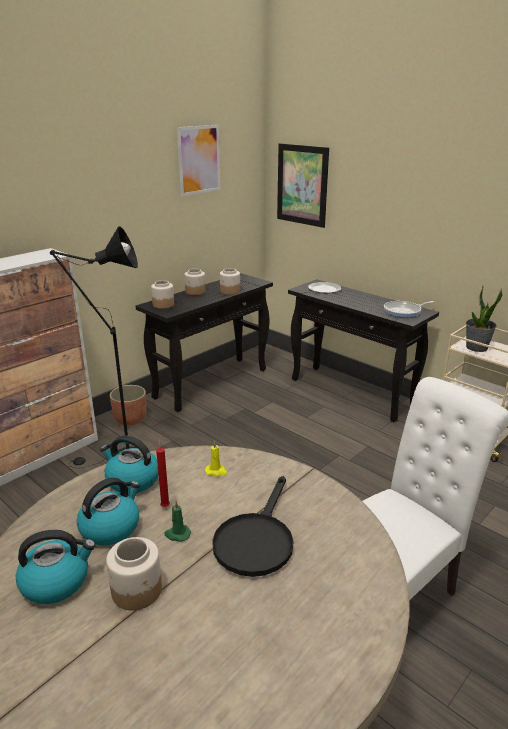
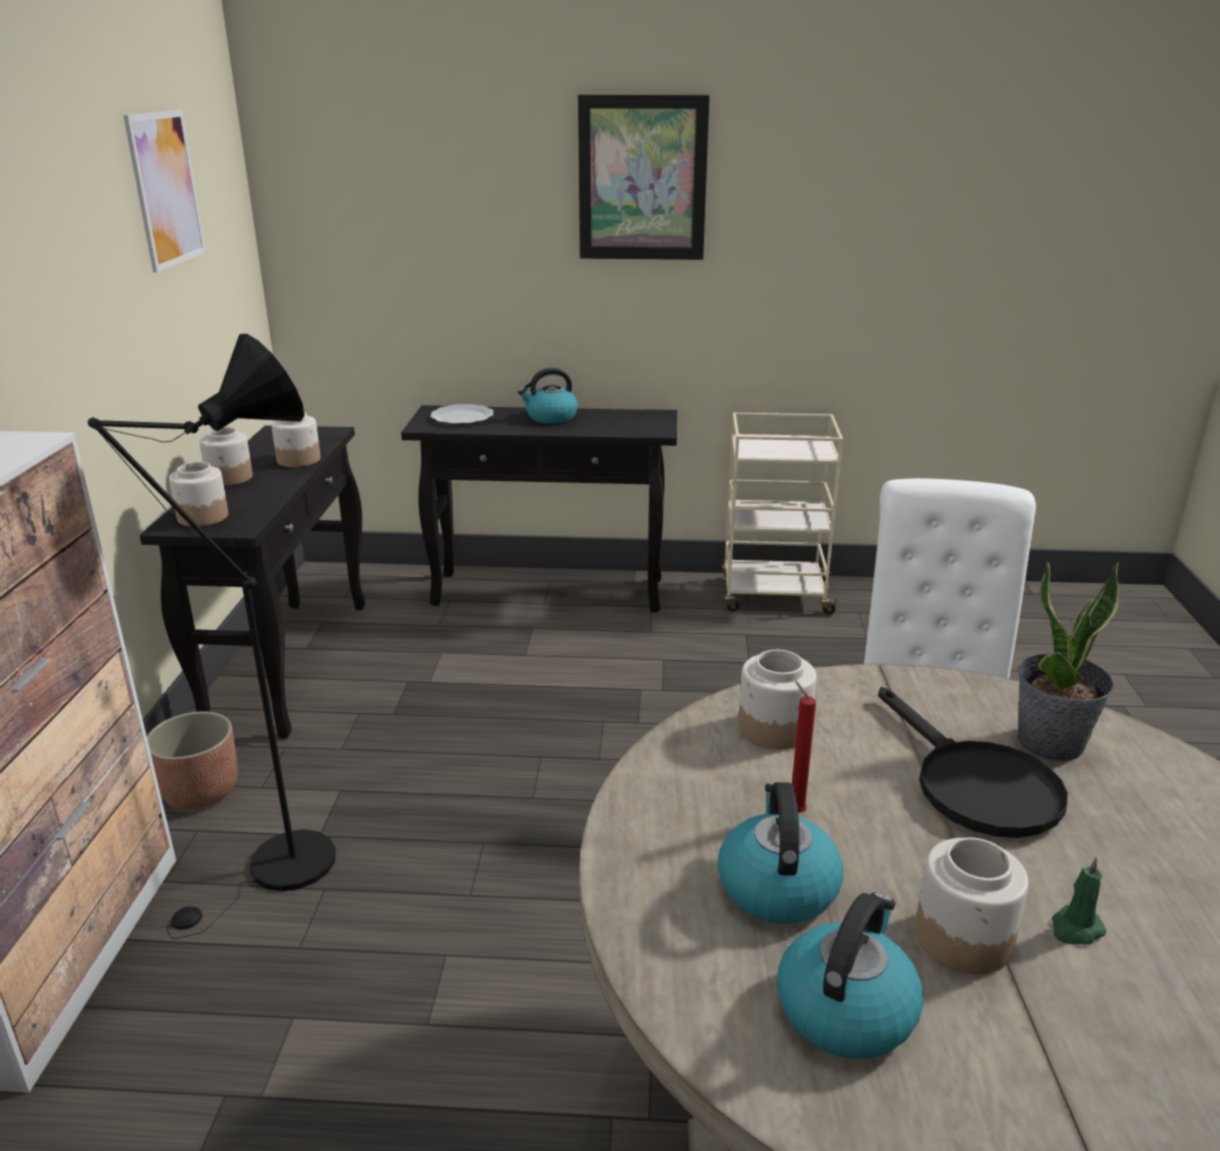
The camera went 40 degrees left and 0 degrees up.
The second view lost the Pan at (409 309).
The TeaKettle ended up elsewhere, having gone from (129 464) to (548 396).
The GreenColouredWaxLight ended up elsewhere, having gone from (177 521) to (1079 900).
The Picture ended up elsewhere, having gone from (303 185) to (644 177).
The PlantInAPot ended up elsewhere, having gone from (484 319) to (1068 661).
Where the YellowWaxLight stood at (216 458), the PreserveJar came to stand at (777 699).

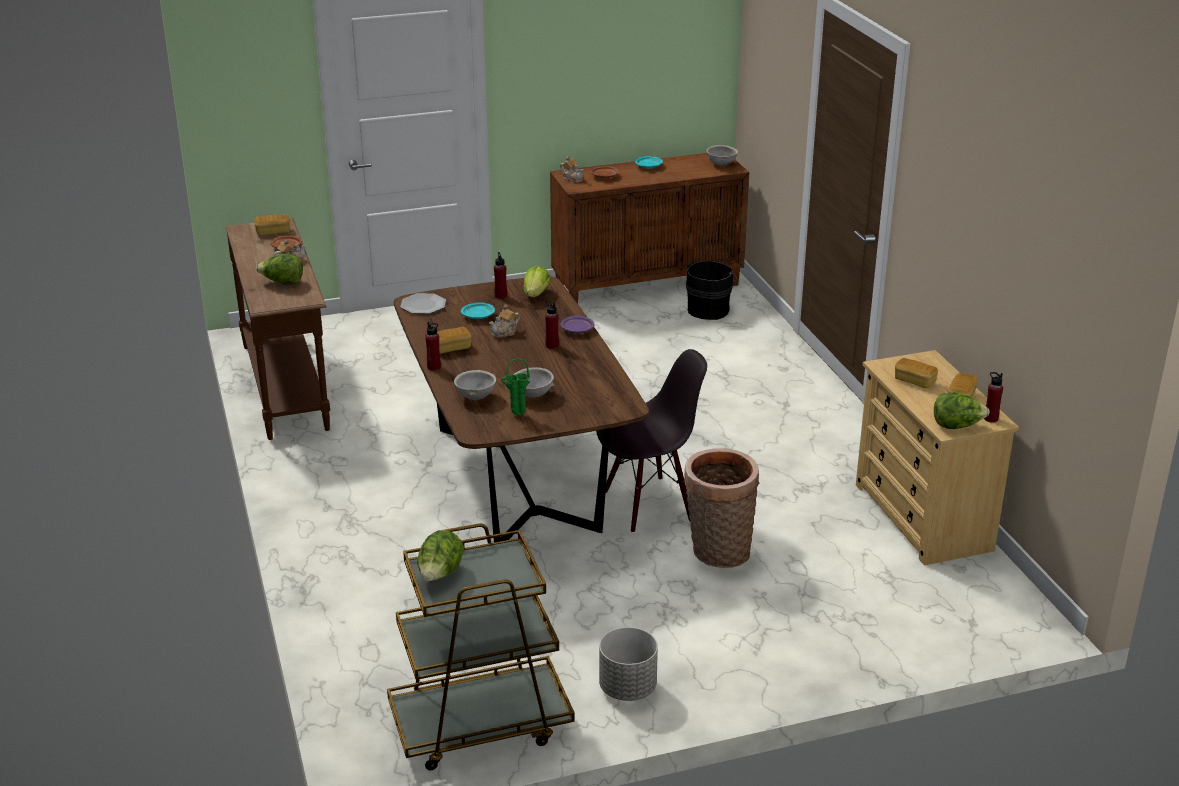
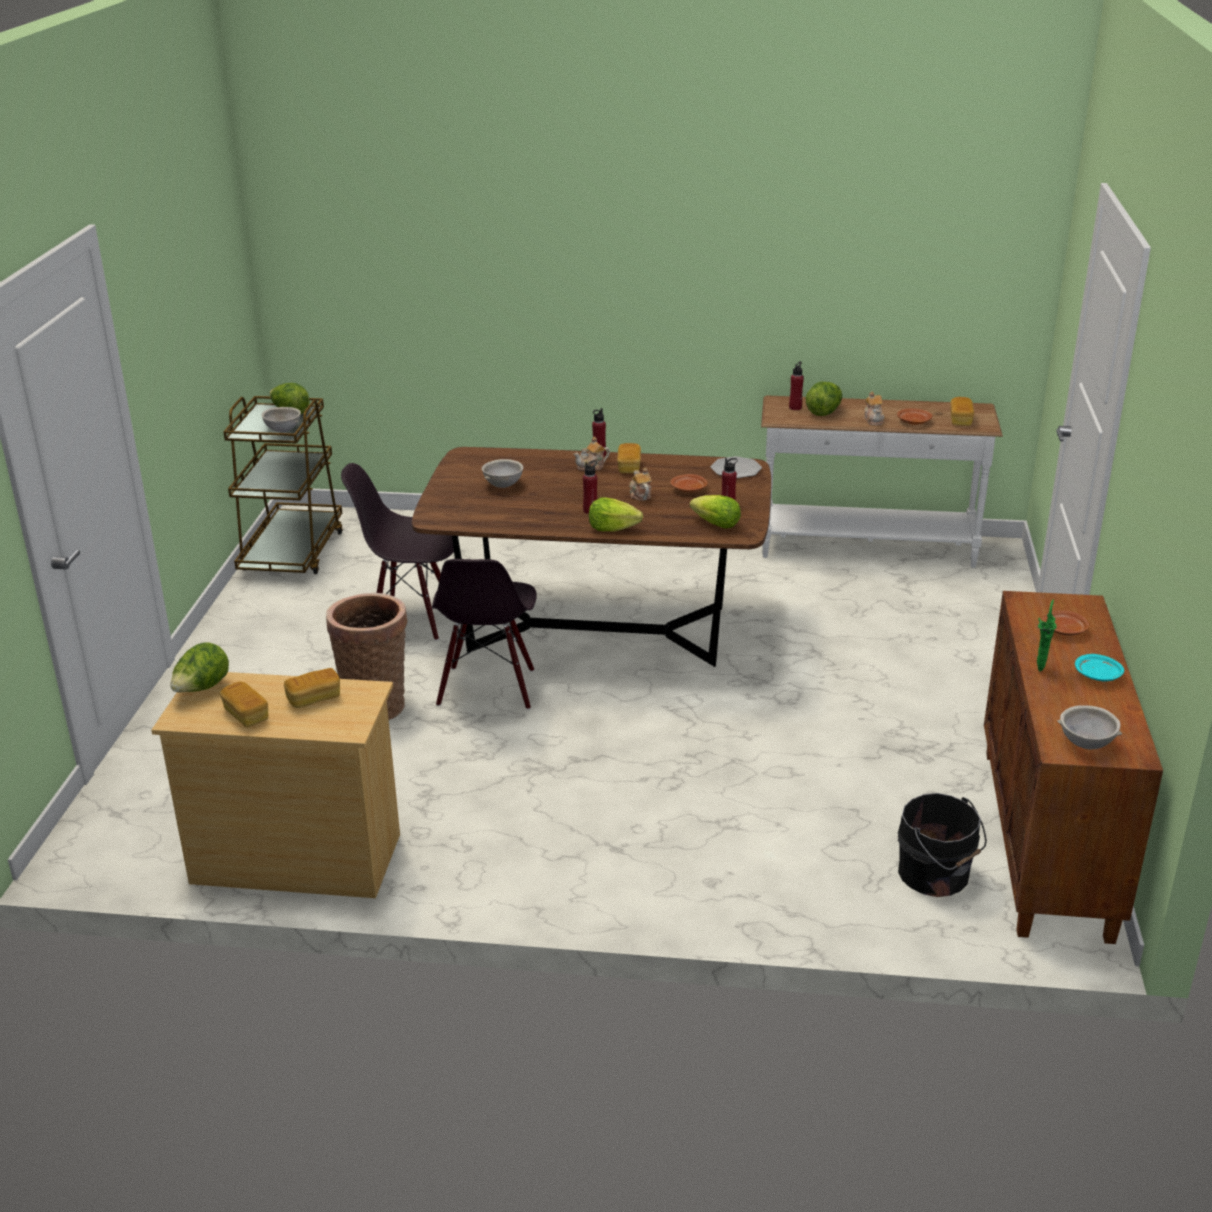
The camera went 115 degrees right and 0 degrees up.
The second view lost the GreyishFlowerPot at (628 664).
The second view gained the BlackUprightChair at (397 552).
The GreyishDeepDish ended up elsewhere, having gone from (475 385) to (281 419).
The GreenColouredVase ended up elsewhere, having gone from (515 387) to (1047 635).
The Teapot ended up elsewhere, having gone from (572 169) to (592 454).
The RedColouredBeverageBottle ended up elsewhere, having gone from (993 397) to (796 385).
Where the PurpleColouredFlatDish stood at (577 324), the LettuceHead came to stand at (616 514).
What was the BrownNarrowTable at (278 329) turned into the WhitishNarrowTable at (882 481).
What was the TurquoiseFlatDish at (478 310) turned into the BrownFlatDish at (689 483).

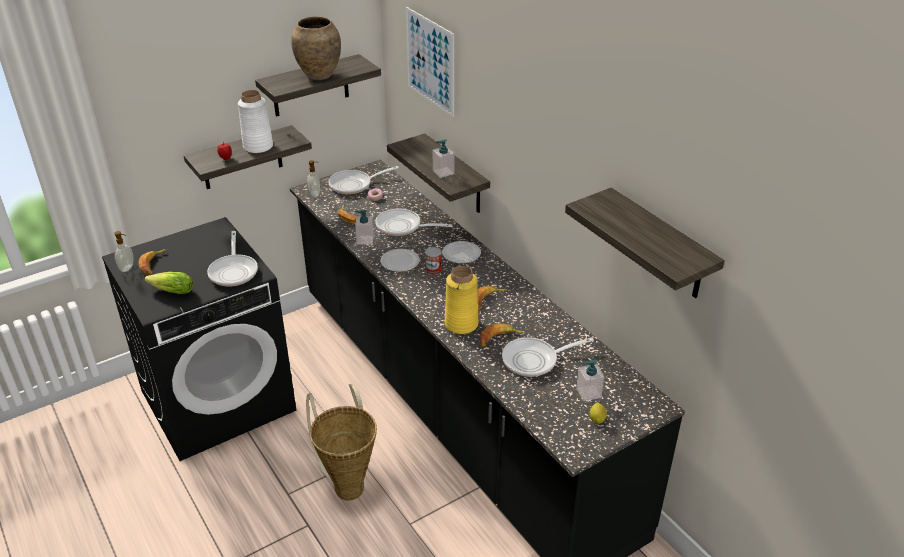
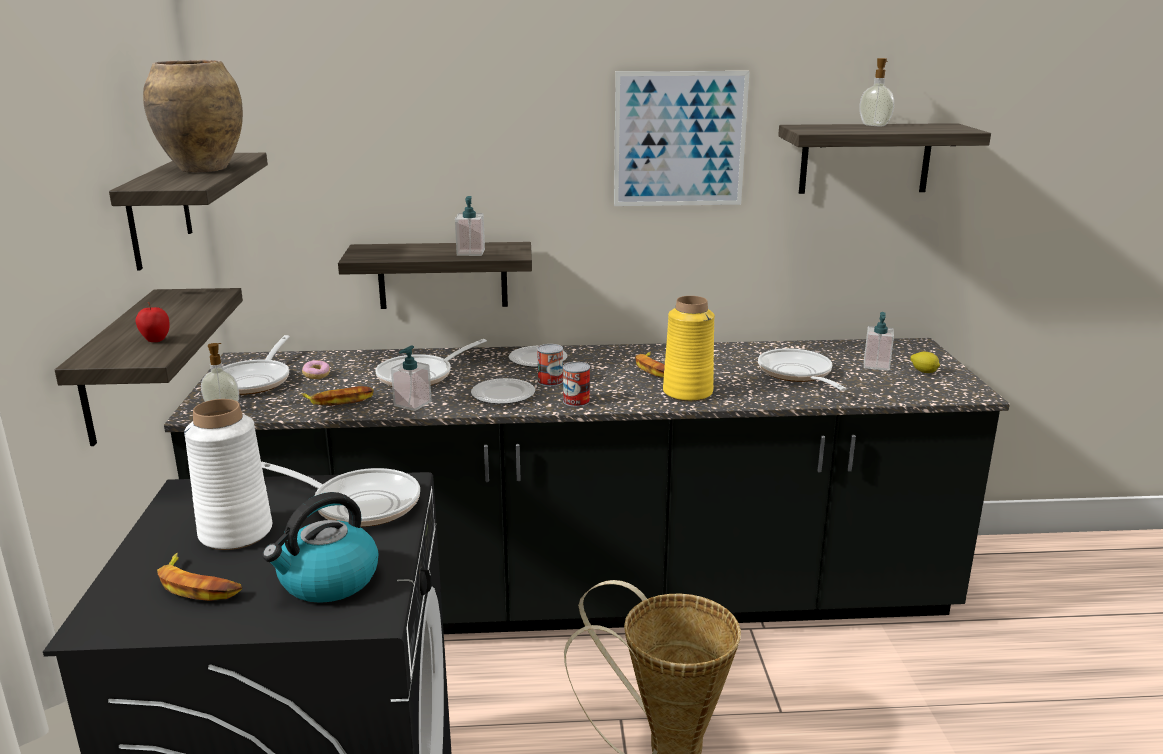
The camera went 60 degrees left and 15 degrees down.
The second view lost the Banana at (501 335).
The second view gained the MetalCan at (576 384).
The LiquidSoapBottle ended up elsewhere, having gone from (123 251) to (876 92).
The WhitishVase ended up elsewhere, having gone from (255 122) to (228 474).
The Picture ended up elsewhere, having gone from (430 62) to (682 138).
Where the LettuceHead stood at (169 283), the TeaKettle came to stand at (320 547).
The Pan at (548 357) ended up facing another way, 150 degrees clockwise from before.

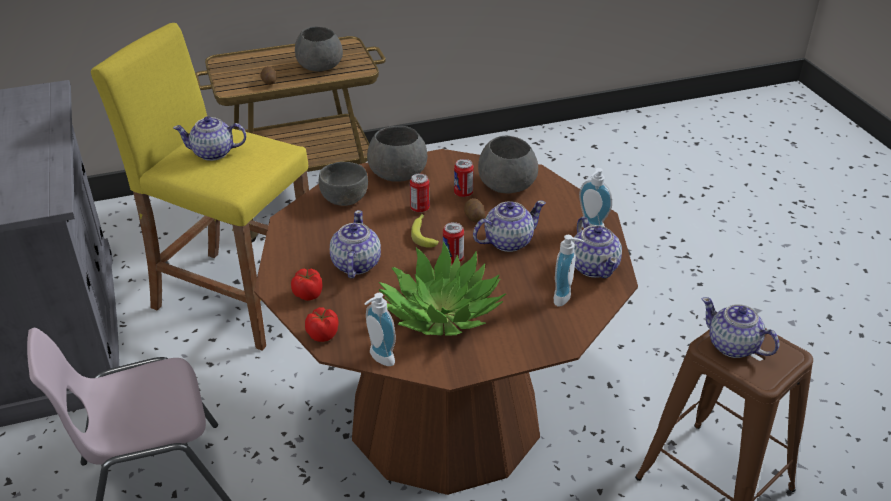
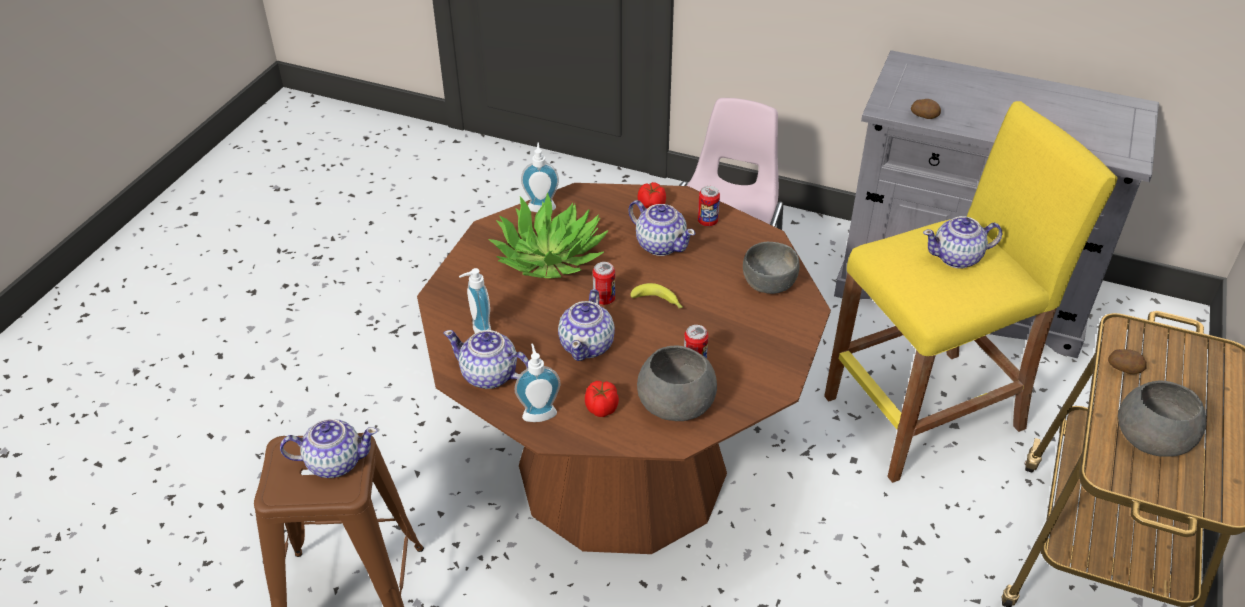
The camera went 130 degrees right and 5 degrees up.
The second view lost the GreyishDeepDish at (397 154).
The WholeTomato ended up elsewhere, having gone from (322 324) to (602 399).
The MetalCan ended up elsewhere, having gone from (420 192) to (709 206).
The Potato ended up elsewhere, having gone from (474 210) to (926 109).
The Teapot at (209 138) ended up facing another way, 135 degrees counterclockwise from before.

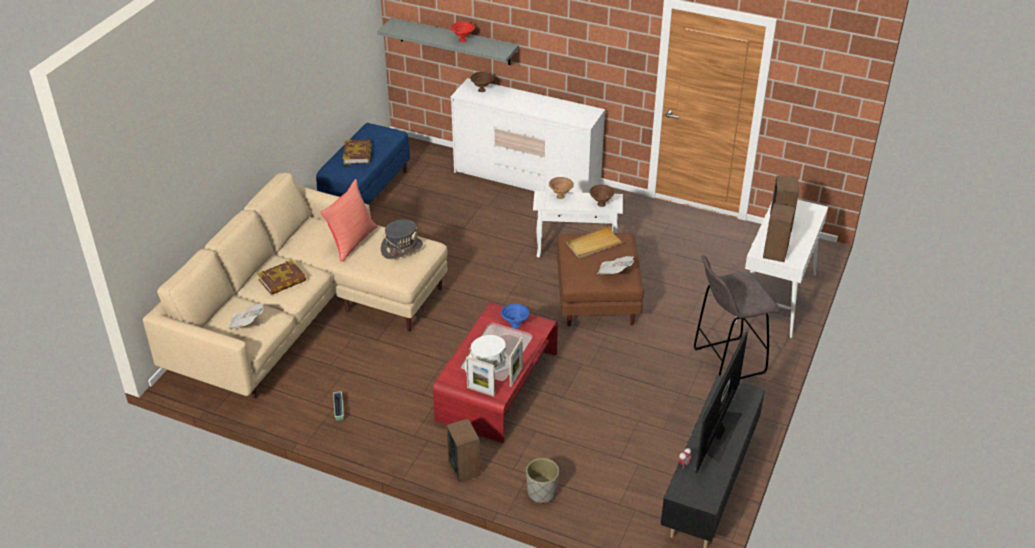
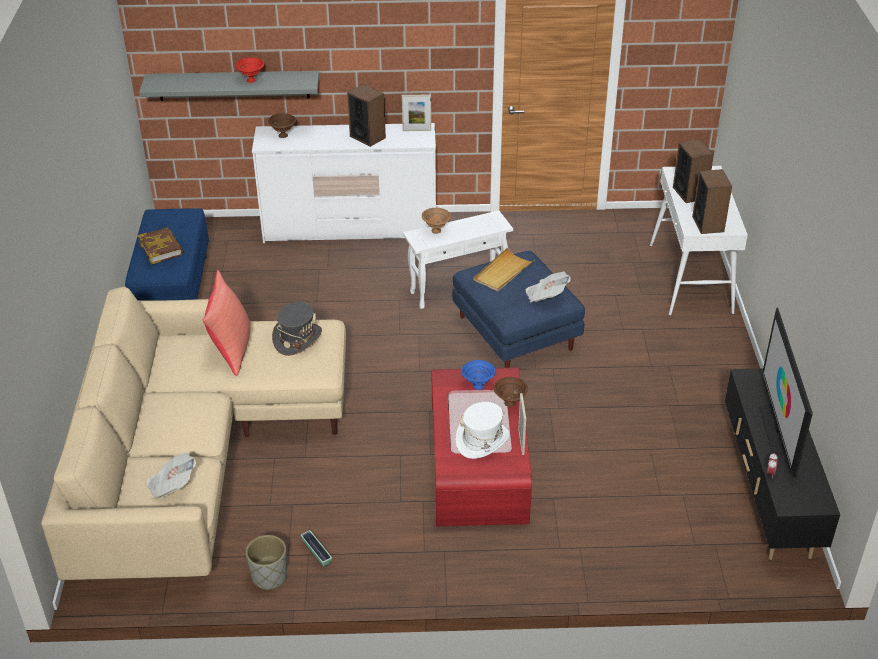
The camera went 25 degrees left and 0 degrees up.
The second view lost the Book at (281 277).
The second view lost the GreyishStool at (736 317).
The Speaker ended up elsewhere, having gone from (463 450) to (366 115).
The PhotoFrame ended up elsewhere, having gone from (480 376) to (416 113).
The GreyishFlowerPot ended up elsewhere, having gone from (542 480) to (266 562).
The BrownDeepDish ended up elsewhere, having gone from (602 196) to (511 392).
What was the BrownPouffe at (600 280) turned into the BluishPouffe at (518 309).

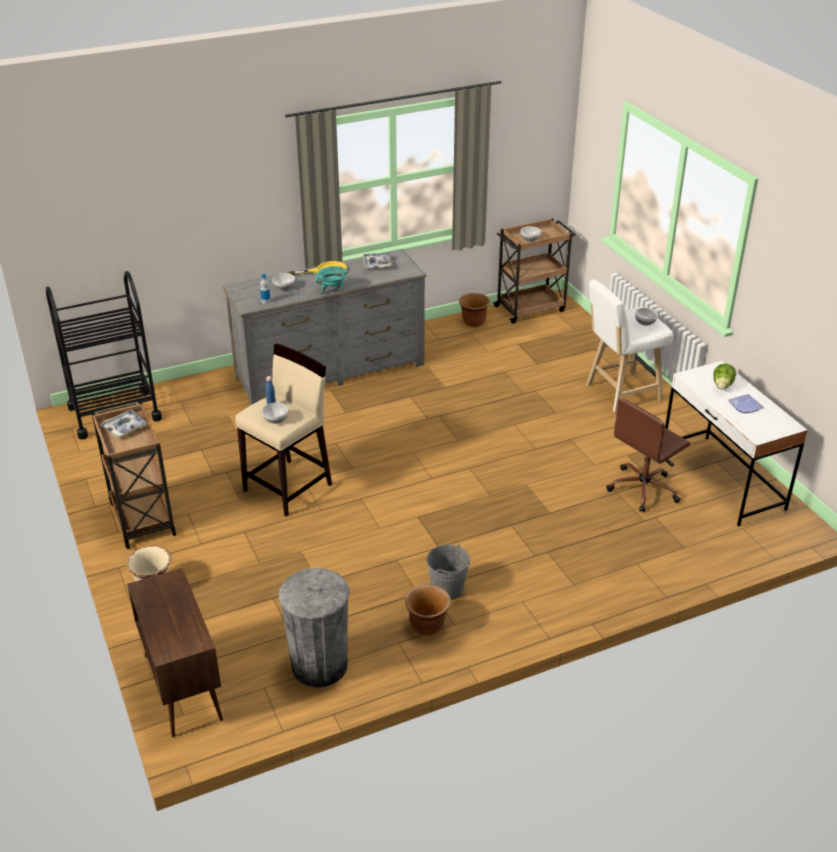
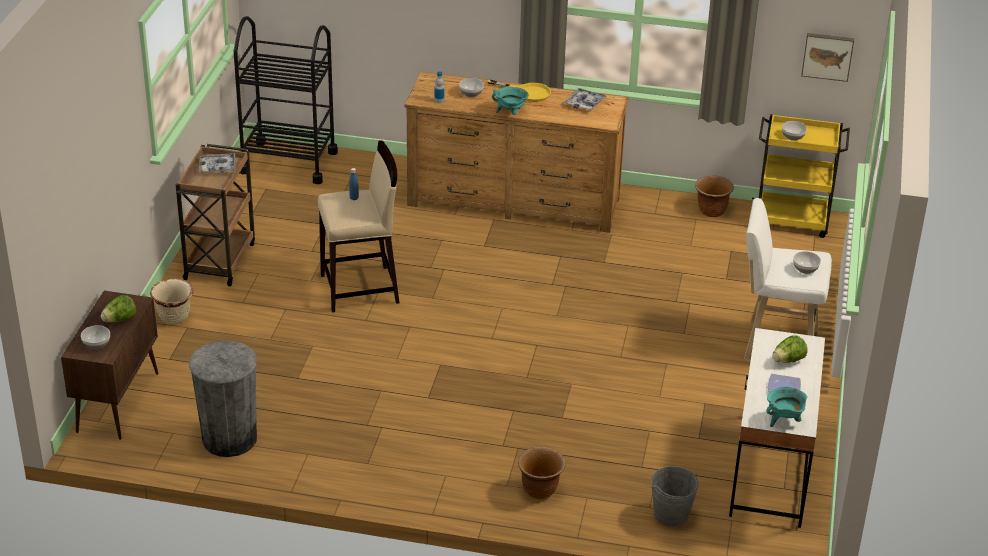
The camera went 35 degrees right and 0 degrees up.
The second view lost the BrownComputerChair at (648 455).
The second view gained the LettuceHead at (118 308).
The second view gained the TurquoiseStockpot at (786 407).
The second view gained the Picture at (827 57).
The DeepDish ended up elsewhere, having gone from (275 413) to (95 337).
The BrownFlowerPot ended up elsewhere, having gone from (428 610) to (542 472).
The GreyishPail ended up elsewhere, having gone from (448 572) to (675 496).
What was the GreyishChestOfDrawers at (325 327) turned into the BrownChestOfDrawers at (516 152).
What was the BrownTrolley at (534 271) turned into the YellowTrolley at (799 176).

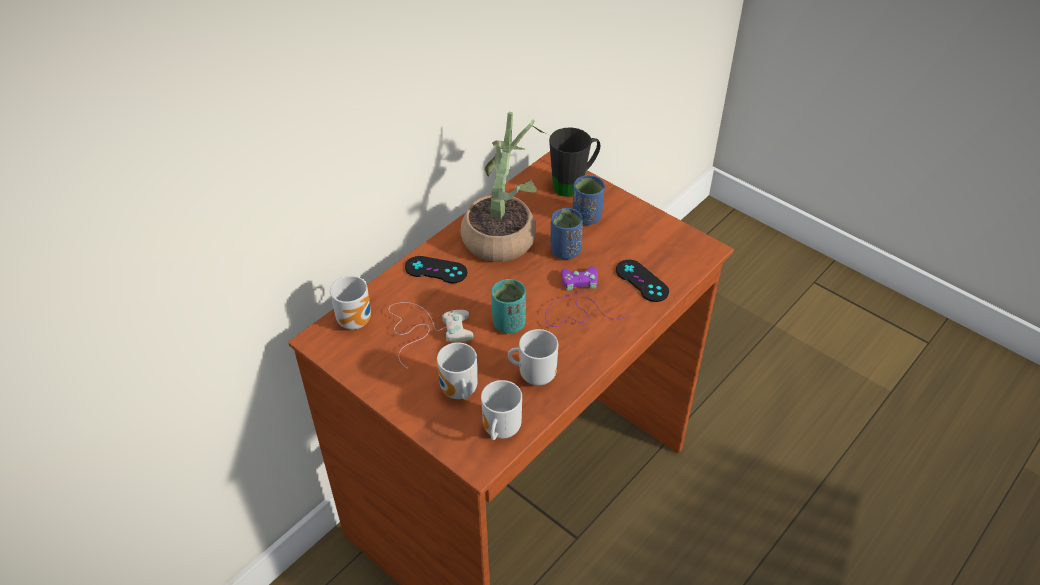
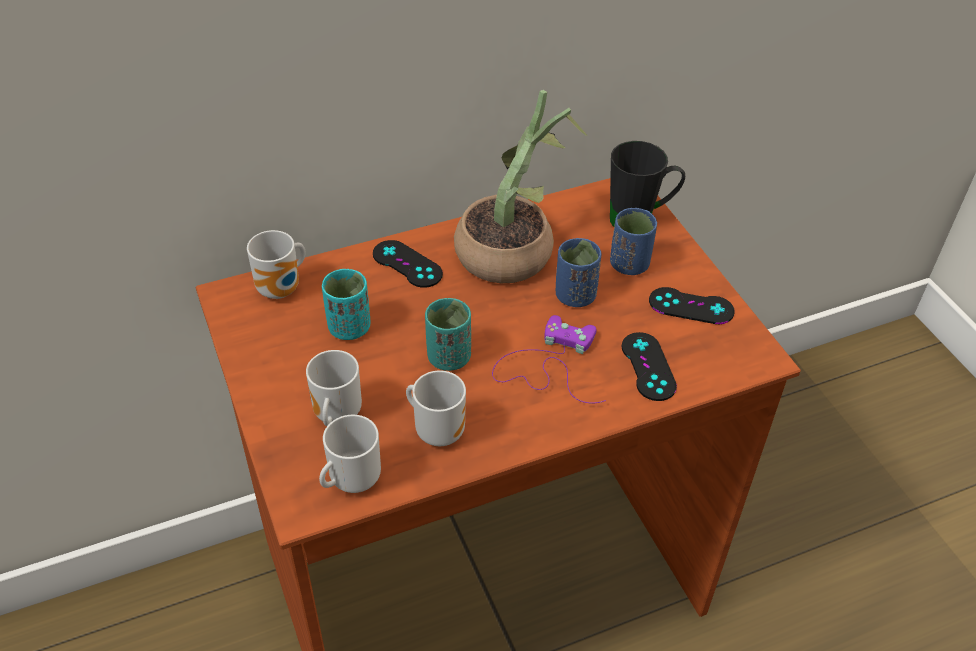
The camera went 25 degrees right and 0 degrees up.
The second view gained the BlackJoypad at (692 305).
Where the WhitishJoypad stood at (431 335), the TurquoiseDrinkingCup came to stand at (346 304).

